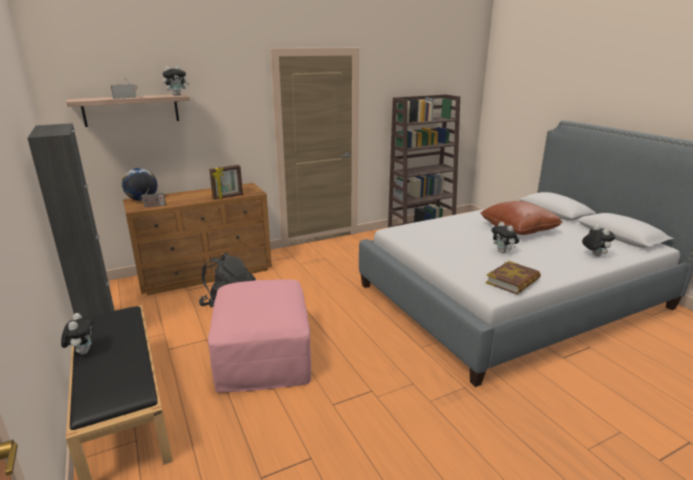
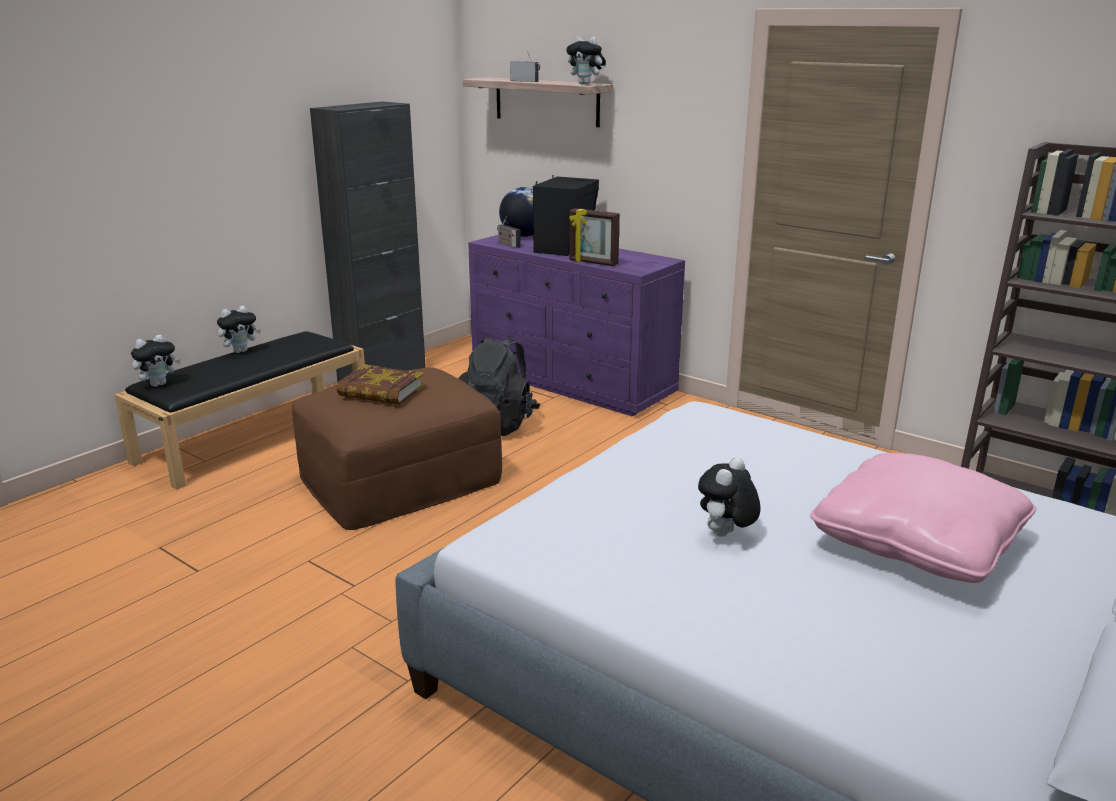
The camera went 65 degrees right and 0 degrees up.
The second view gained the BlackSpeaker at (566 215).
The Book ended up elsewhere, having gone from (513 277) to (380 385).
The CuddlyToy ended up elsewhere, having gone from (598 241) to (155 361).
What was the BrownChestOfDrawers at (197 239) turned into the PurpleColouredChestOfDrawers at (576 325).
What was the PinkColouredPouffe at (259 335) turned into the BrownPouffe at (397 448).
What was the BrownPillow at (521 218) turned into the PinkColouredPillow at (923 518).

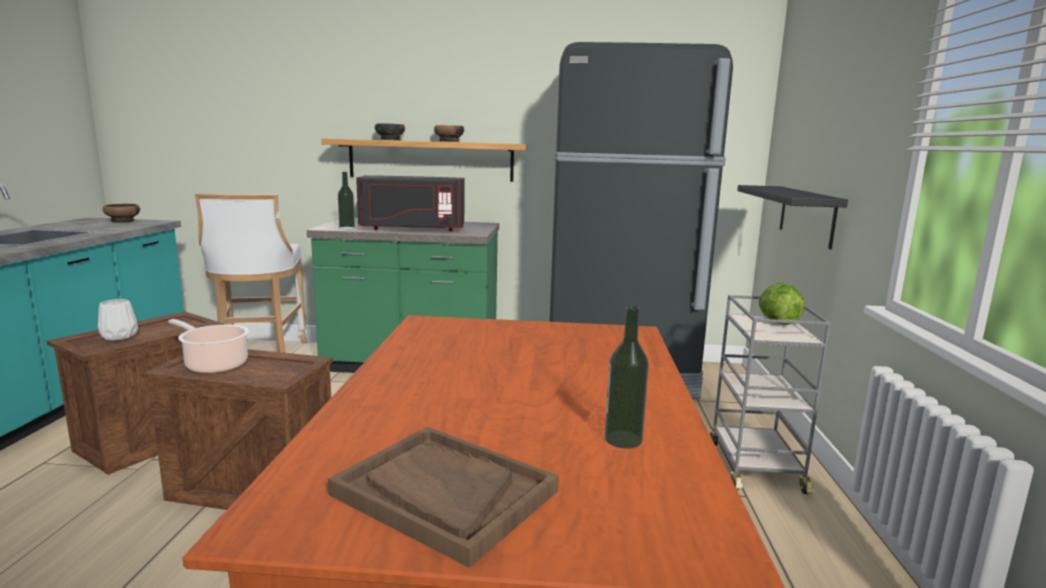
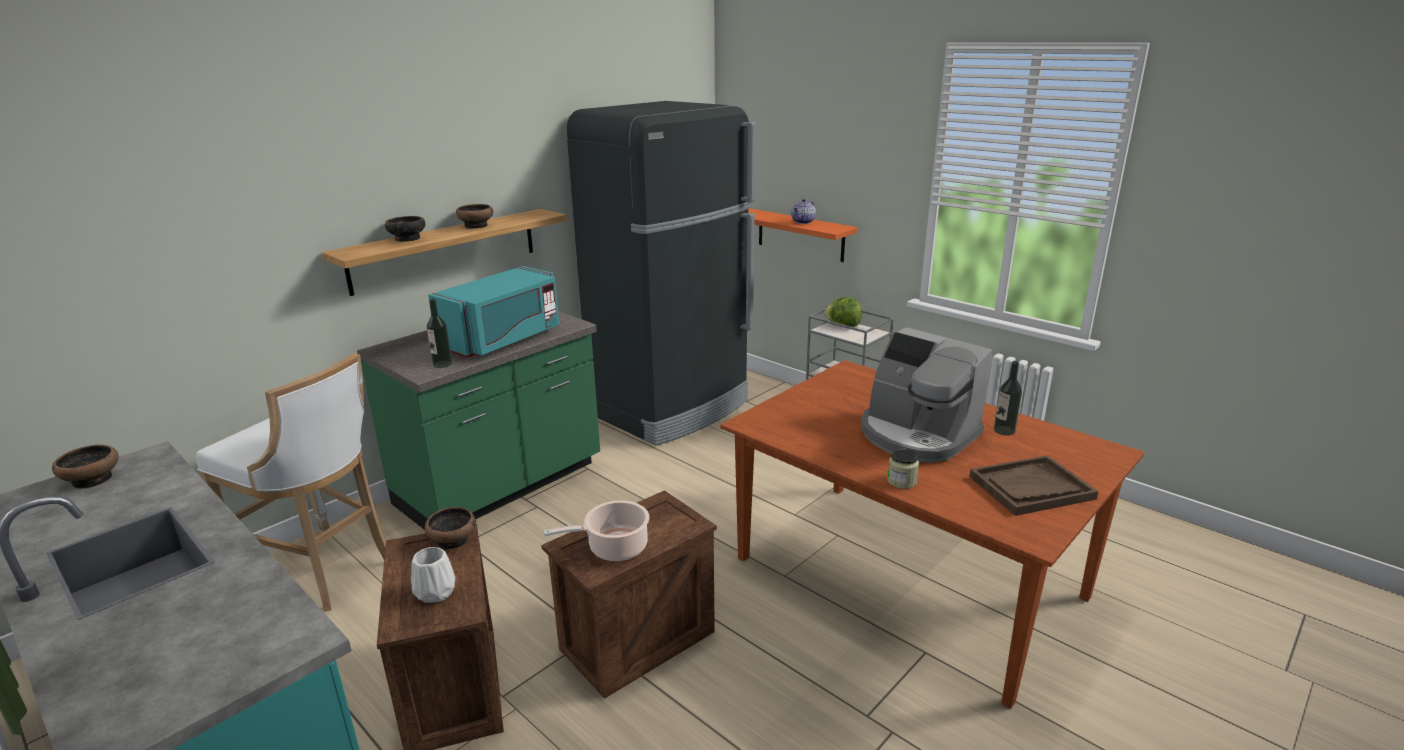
The camera went 50 degrees left and 10 degrees up.
The second view gained the DeepDish at (450 528).
The second view gained the Teapot at (804 211).
The second view gained the CoffeeBrewer at (926 395).
The second view gained the PreserveJar at (903 468).
What was the BlackMicrowaveOven at (410 203) turned into the TurquoiseMicrowaveOven at (493 312).
What was the BlackWallShelf at (792 217) turned into the OrangeColouredWallShelf at (803 235).

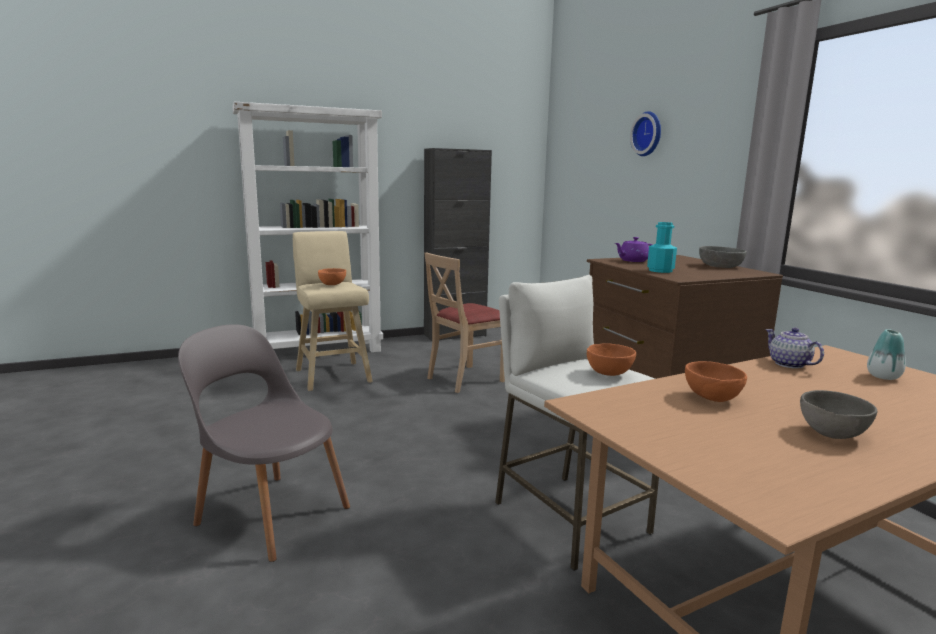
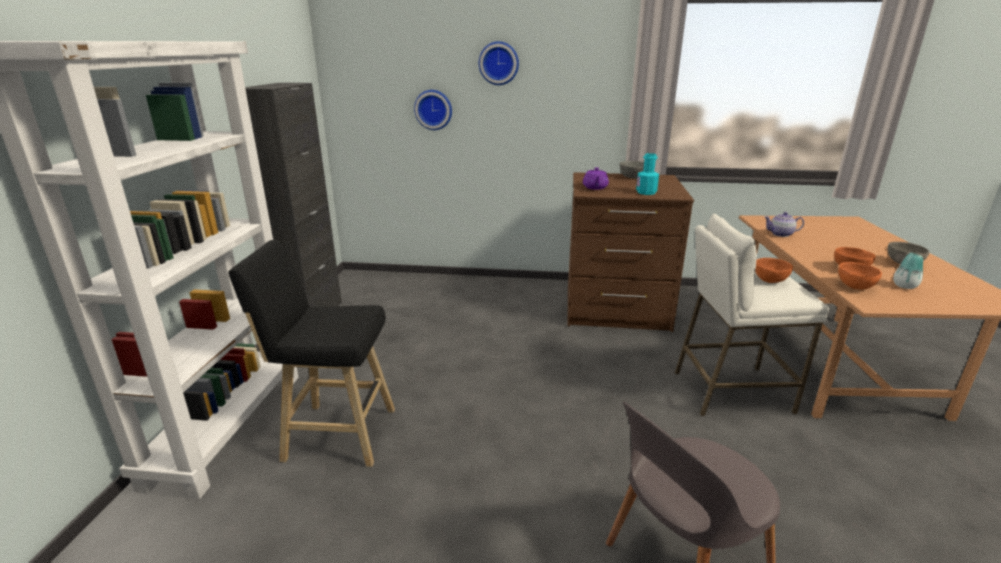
The camera went 60 degrees left and 10 degrees up.
The second view lost the BeigeUprightChair at (464 322).
The second view gained the HangingClock at (433 110).
The OrangeColouredDeepDish ended up elsewhere, having gone from (332 276) to (860 276).
The Vase ended up elsewhere, having gone from (886 354) to (908 270).
What was the BeigeStool at (333 311) turned into the BlackStool at (312 353).

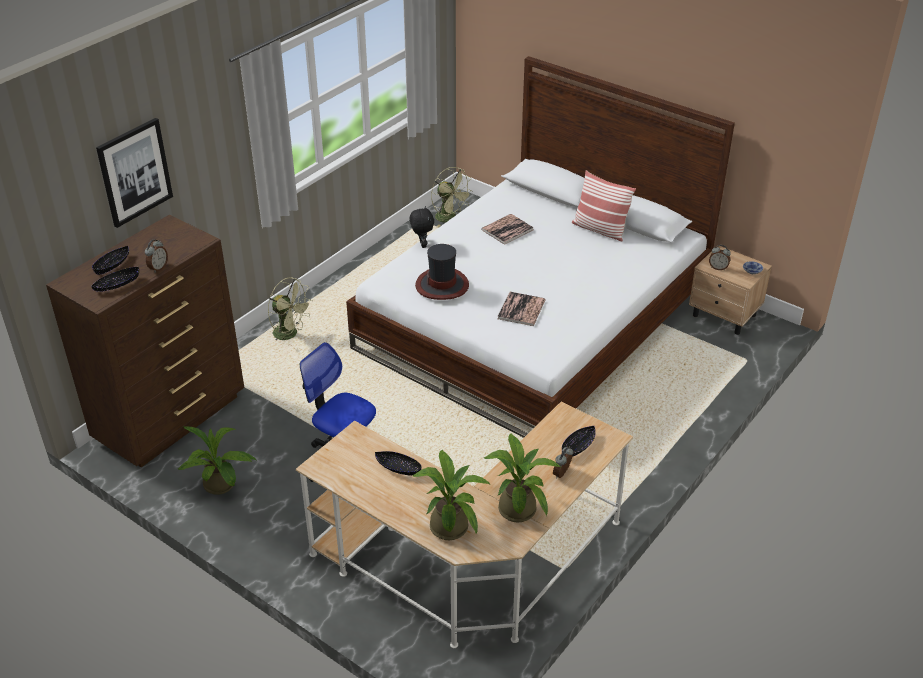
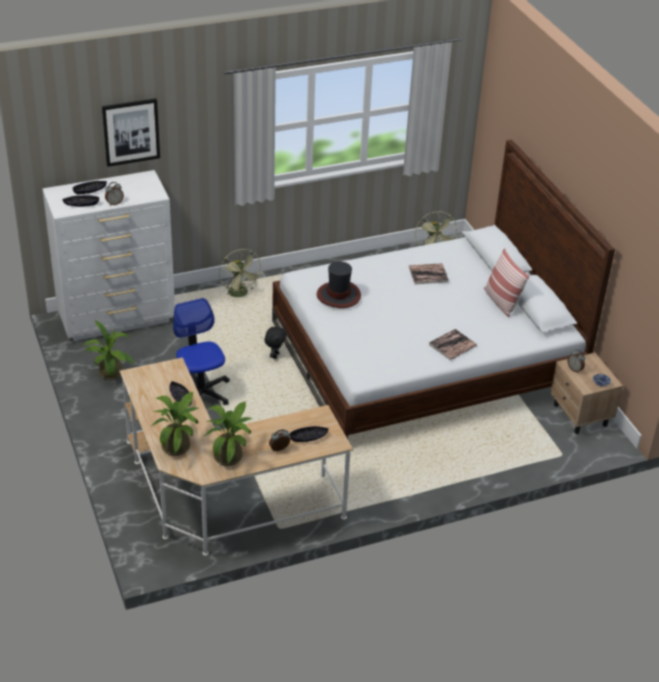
The camera went 30 degrees right and 0 degrees up.
The BlackCuddlyToy ended up elsewhere, having gone from (422 227) to (275 343).
The Book ended up elsewhere, having gone from (521 309) to (453 344).
What was the BrownChestOfDrawers at (145 341) turned into the WhitishChestOfDrawers at (108 255).

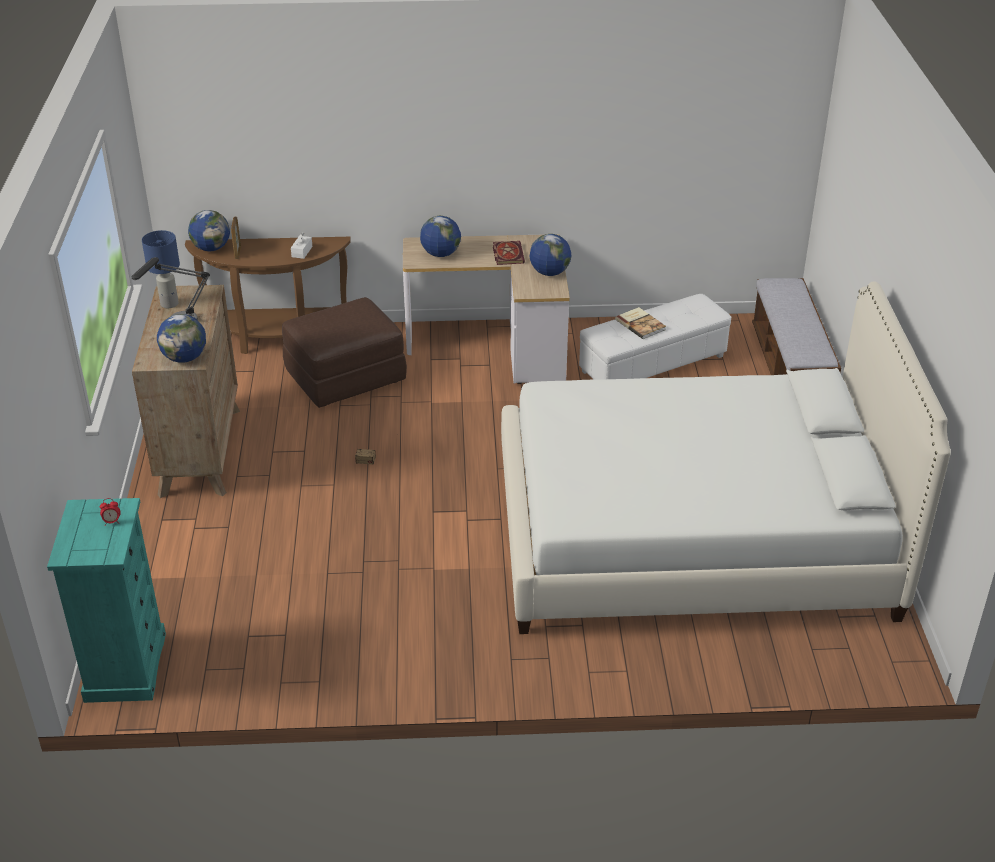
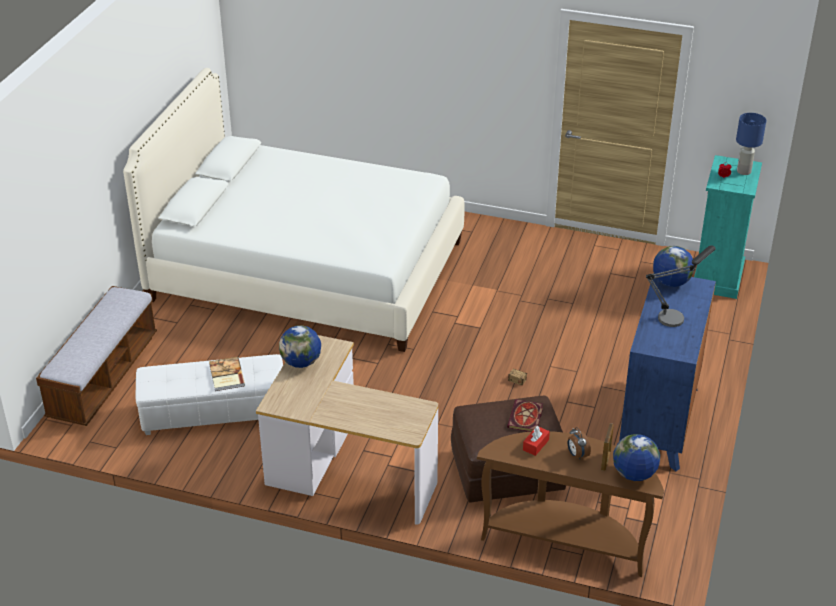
The camera went 160 degrees left and 0 degrees up.
The second view lost the DeskGlobe at (440 236).
The second view gained the AlarmClock at (579 443).
The BluishTableLamp ended up elsewhere, having gone from (161 269) to (751 144).
The Book ended up elsewhere, having gone from (509 253) to (525 415).
What was the BrownChestOfDrawers at (186 391) turned into the BluishChestOfDrawers at (667 372).
What was the WhitishTissueHolder at (301 245) turned into the RedColouredTissueHolder at (536 441).

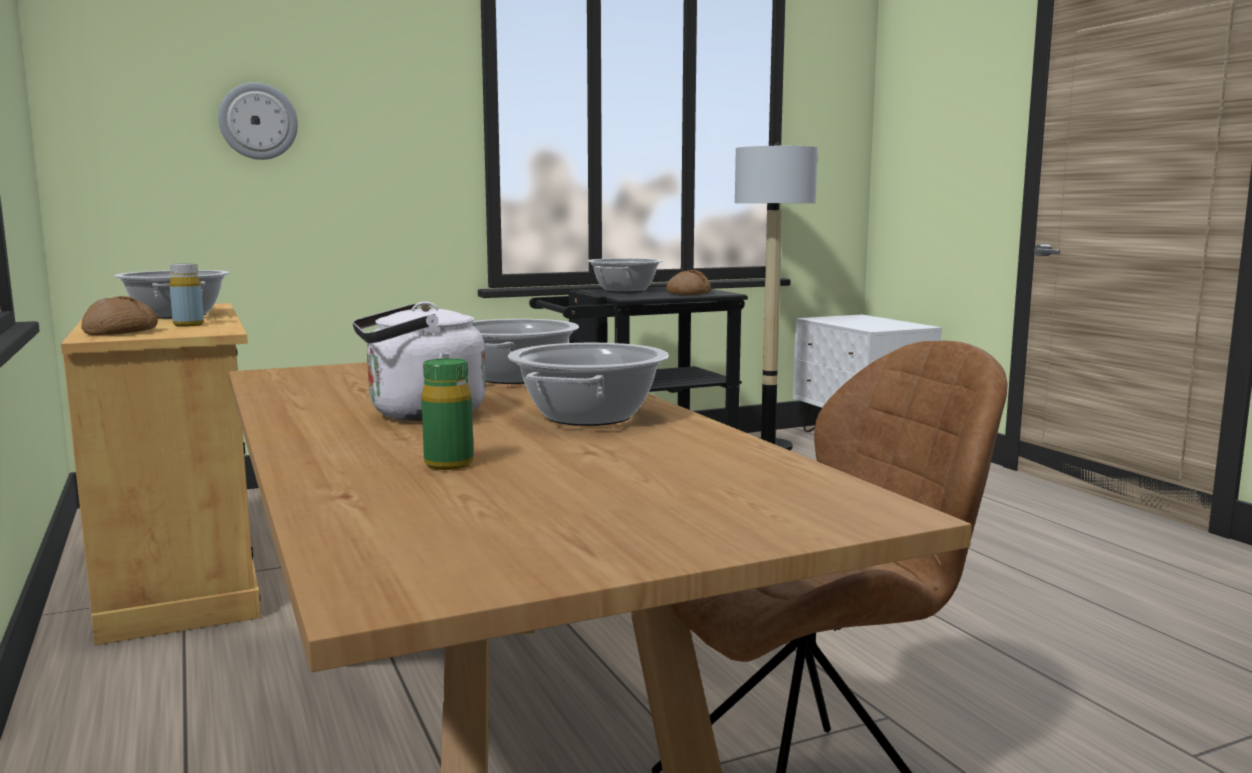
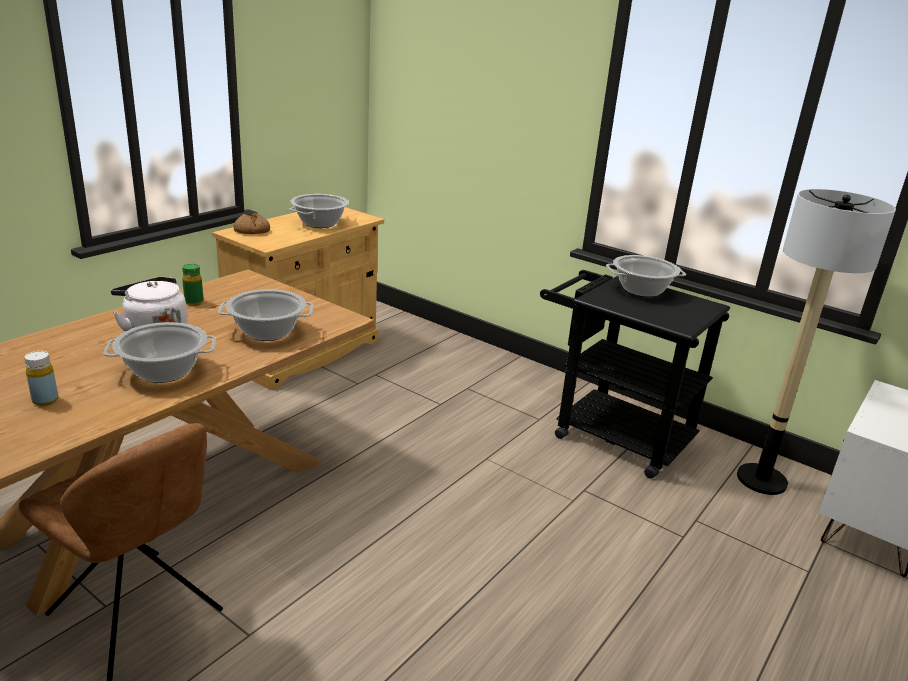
The camera went 60 degrees right and 15 degrees up.
The second view lost the HangingClock at (258 121).
The second view lost the Bread at (688 282).
The YellowBeverageBottle ended up elsewhere, having gone from (187 295) to (41 378).
The GreenColouredBeverageBottle ended up elsewhere, having gone from (448 414) to (193 285).

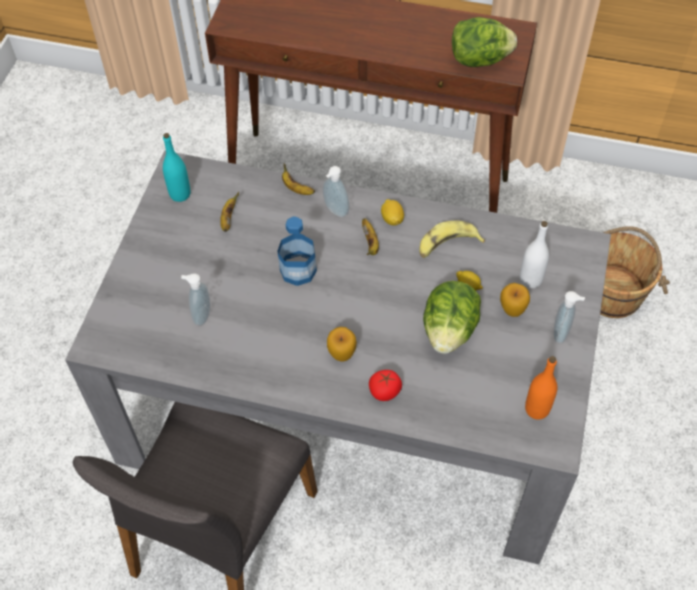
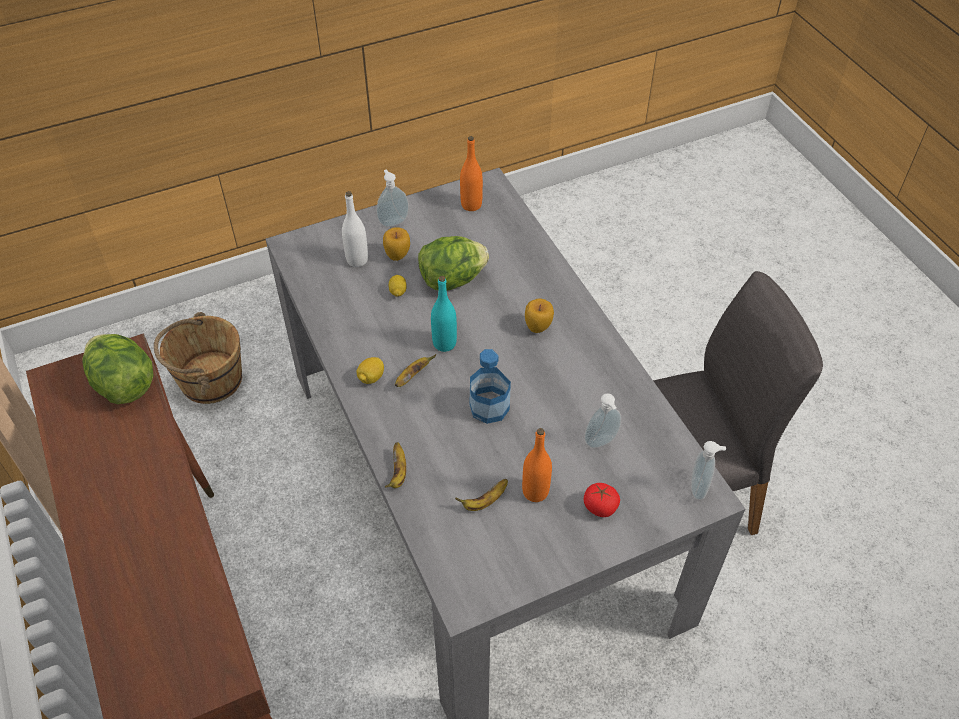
The camera went 130 degrees left and 5 degrees down.
The second view lost the Banana at (452 239).
The second view gained the OrangeColouredBeverageBottle at (537 465).
The TurquoiseBeverageBottle ended up elsewhere, having gone from (176 167) to (444 314).
The LiquidSoapBottle ended up elsewhere, having gone from (336 191) to (708 470).
The WholeTomato ended up elsewhere, having gone from (385 385) to (602 500).

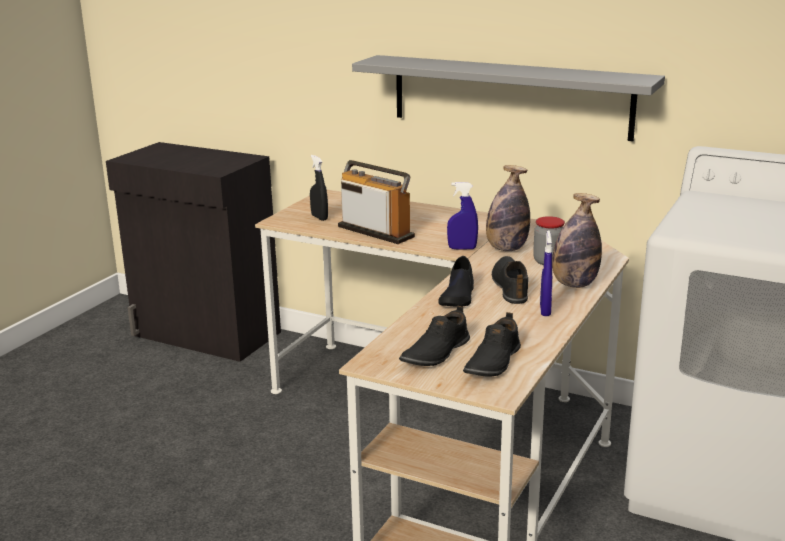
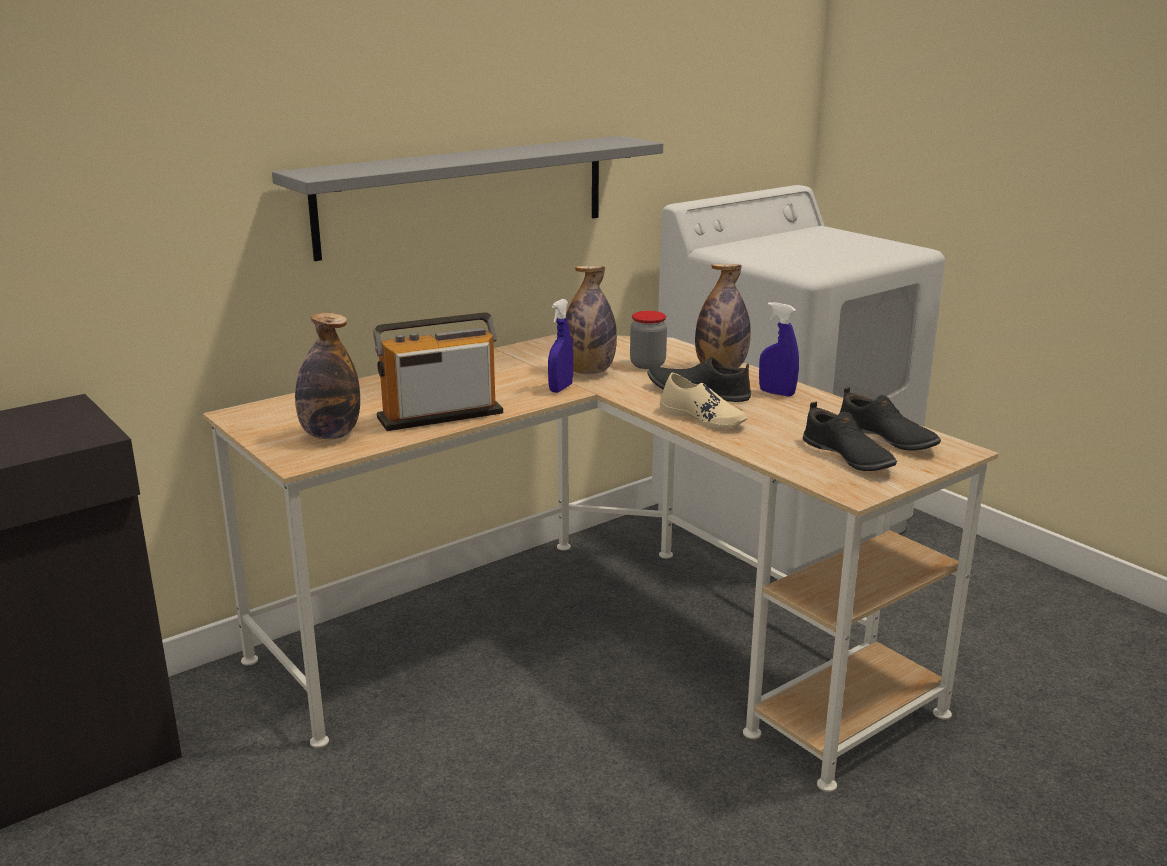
The camera went 65 degrees left and 0 degrees up.
Where the BlackSprayer stood at (319 188), the BeverageBottle came to stand at (327 376).
What was the BlackLowShoe at (456 281) turned into the BeigeLowShoe at (703 400).

